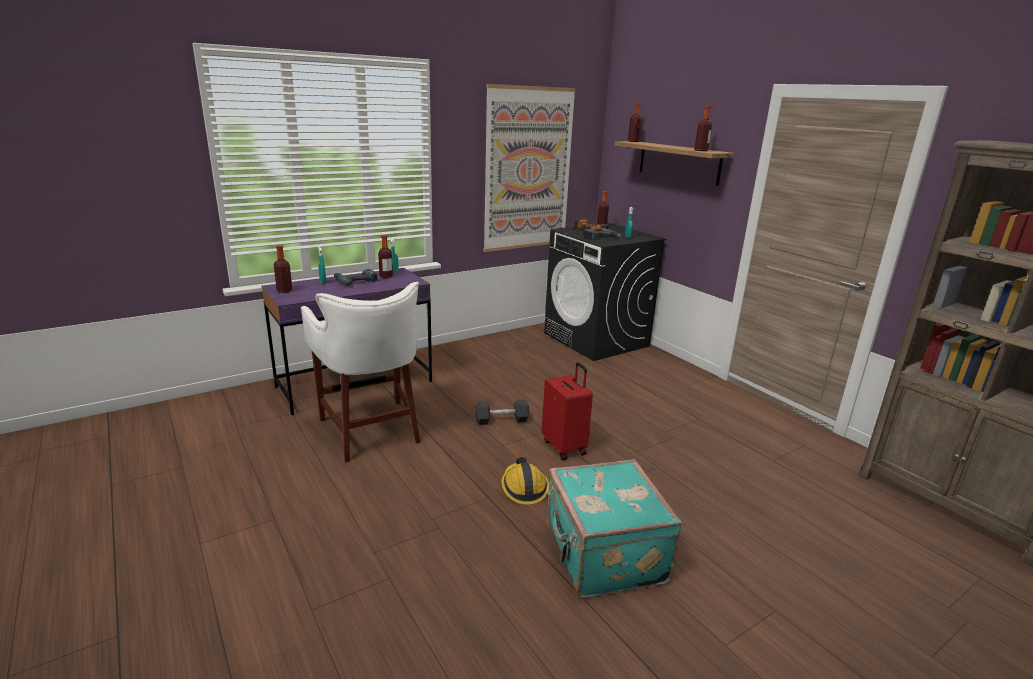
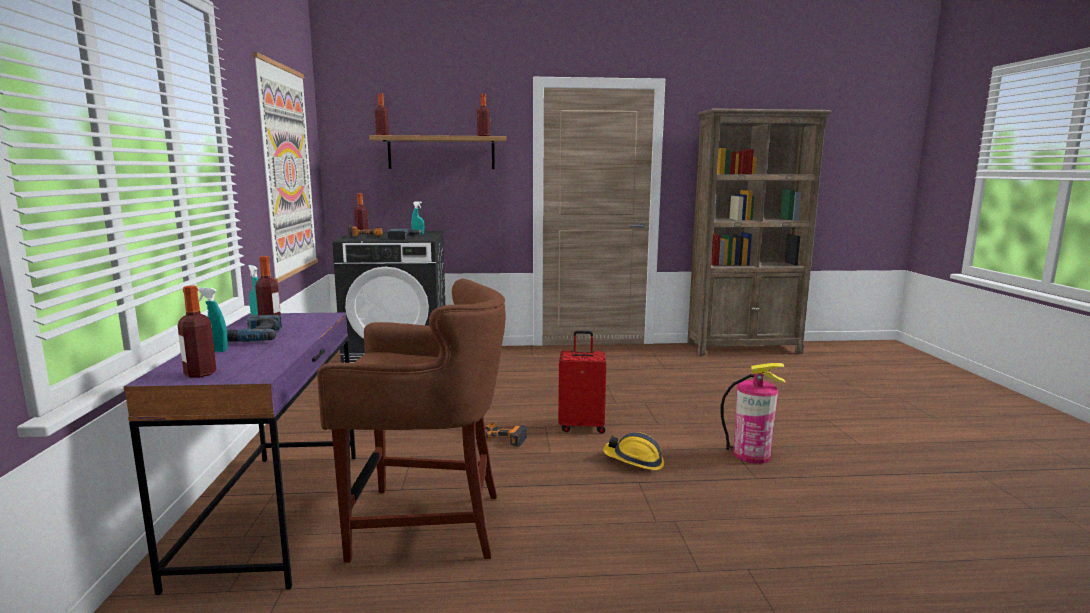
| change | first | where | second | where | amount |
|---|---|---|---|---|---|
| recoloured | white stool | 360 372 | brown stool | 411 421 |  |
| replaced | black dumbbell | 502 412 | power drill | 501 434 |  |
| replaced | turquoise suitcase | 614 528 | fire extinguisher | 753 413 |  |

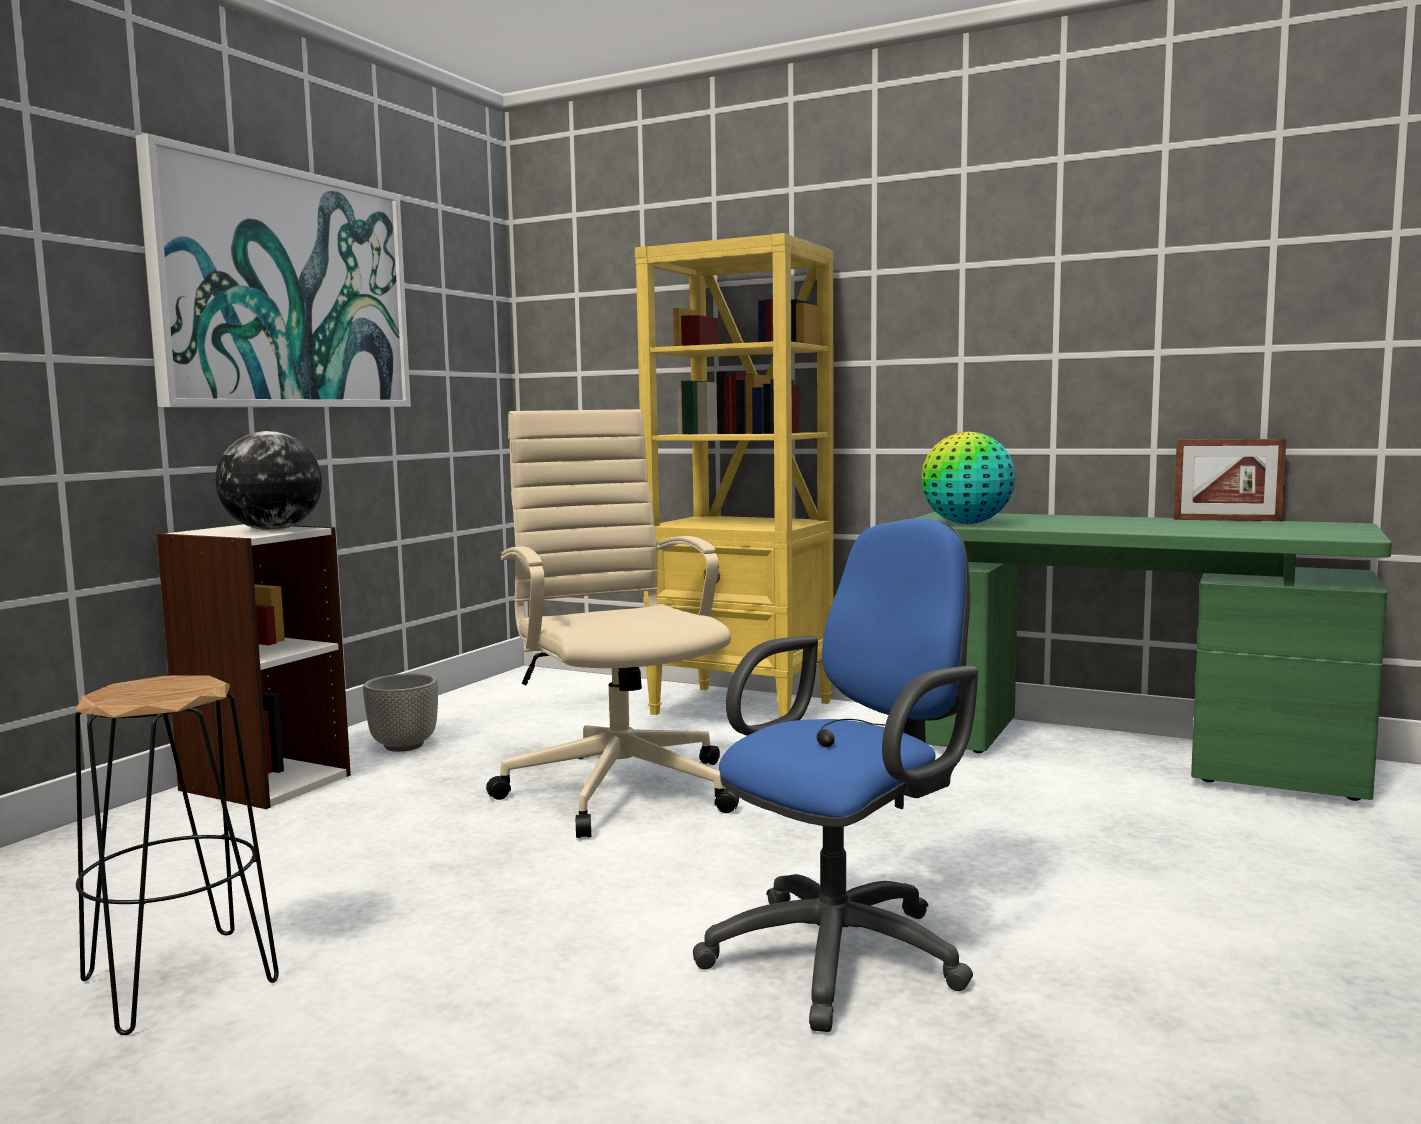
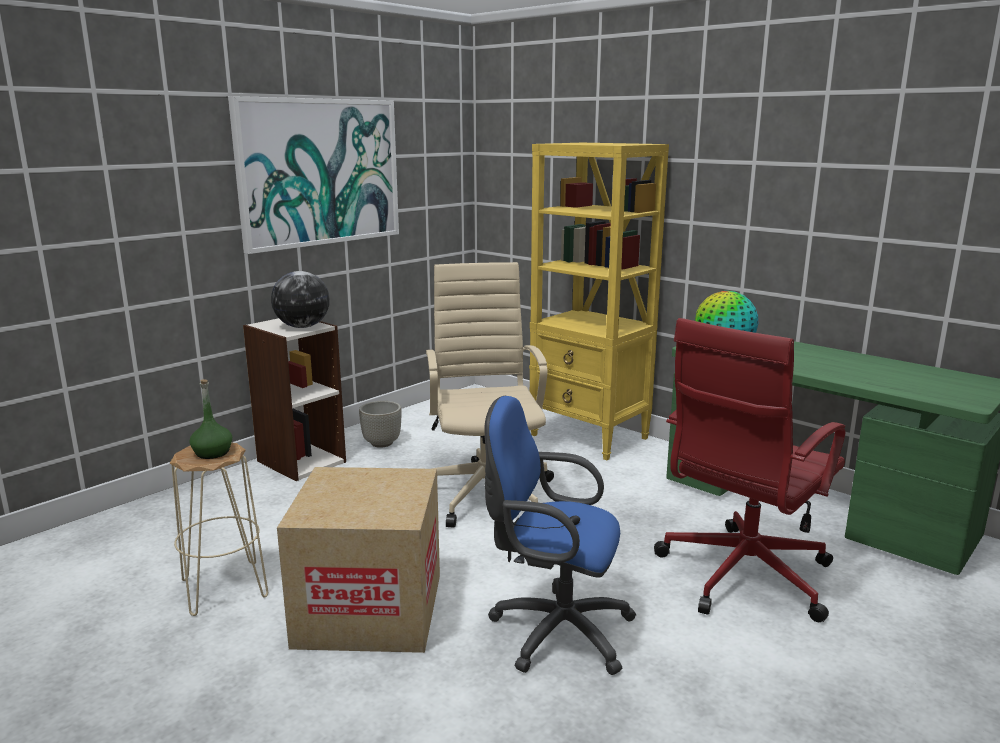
| change | first | where | second | where | amount |
|---|---|---|---|---|---|
| removed | picture frame | 1229 480 |  |  |  |
| turned | blue office chair | 835 775 |  | 560 535 | 135 degrees counterclockwise |
| recoloured | black stool | 177 855 | beige stool | 219 529 |  |
| added |  |  | red office chair | 750 470 |  |
| added |  |  | green bottle | 210 419 |  |
| added |  |  | cardboard box | 358 560 |  |

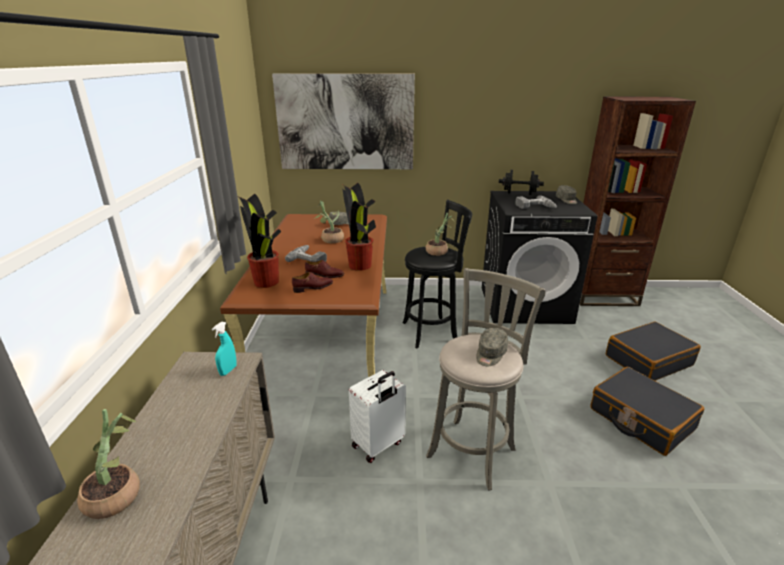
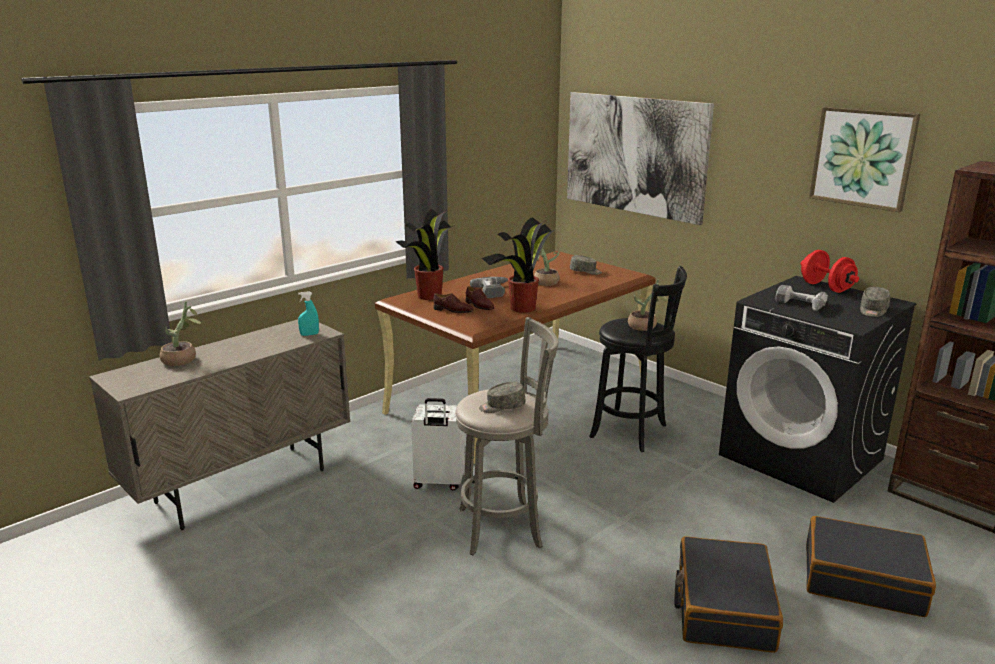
| change | first | where | second | where | amount |
|---|---|---|---|---|---|
| recoloured | black dumbbell | 521 182 | red dumbbell | 830 271 |  |
| added |  |  | picture | 864 159 |  |

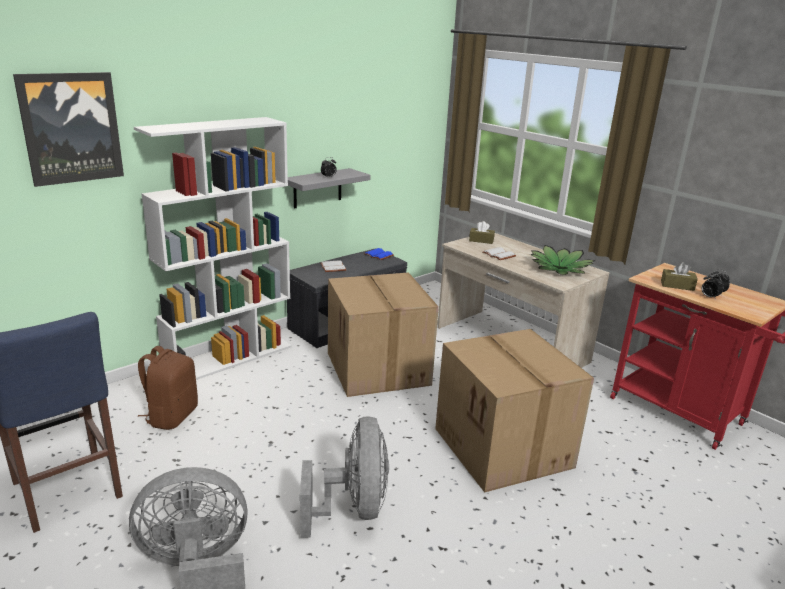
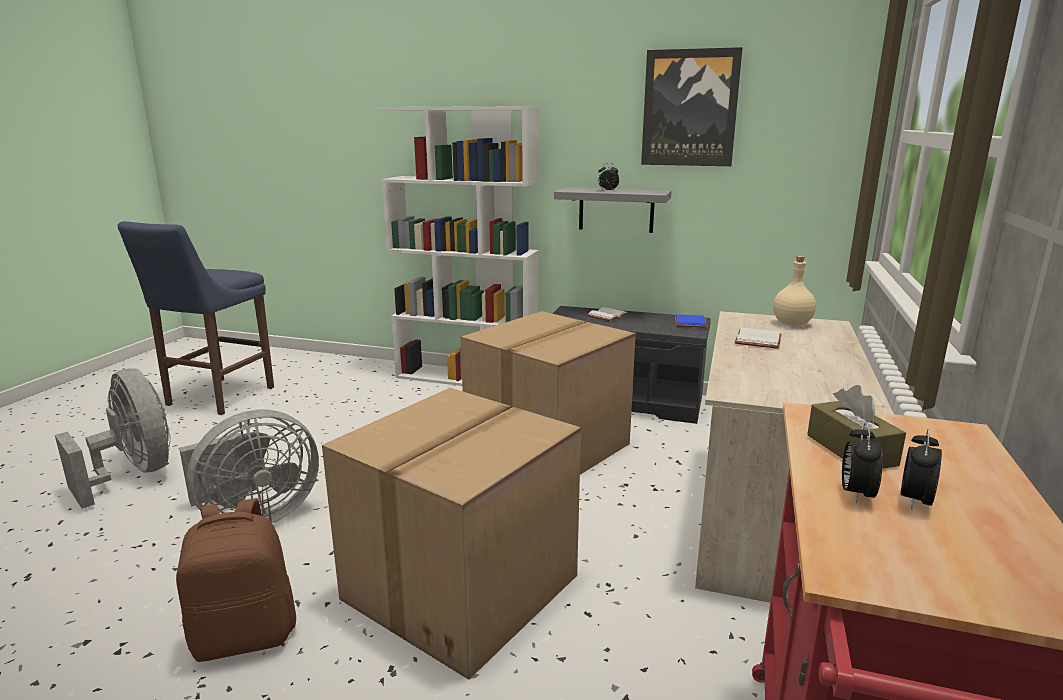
| change | first | where | second | where | amount |
|---|---|---|---|---|---|
| moved | picture | 68 129 |  | 692 106 |  |
| replaced | brown tissue box | 482 232 | beige bottle | 794 291 |  |
| removed | potted plant | 563 260 |  |  |  |
| moved | brown backpack | 168 388 |  | 236 580 |  |

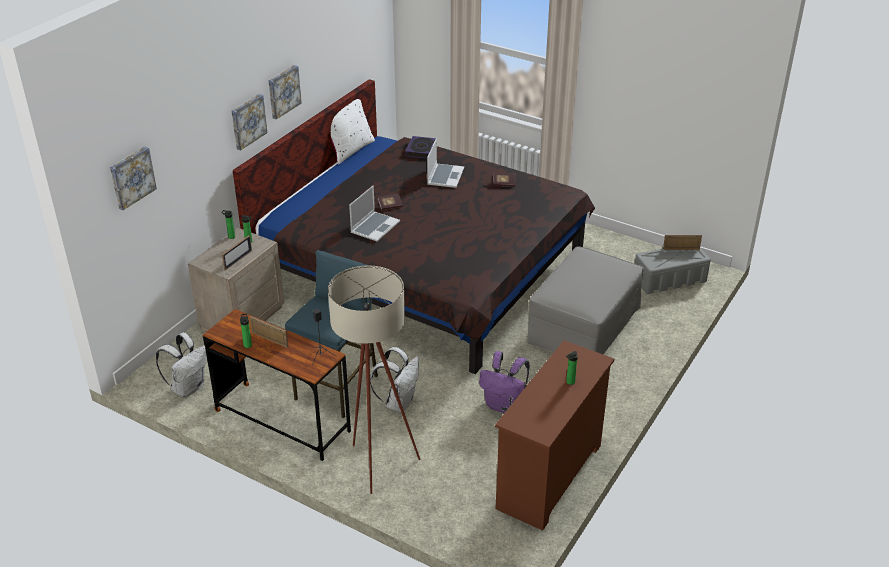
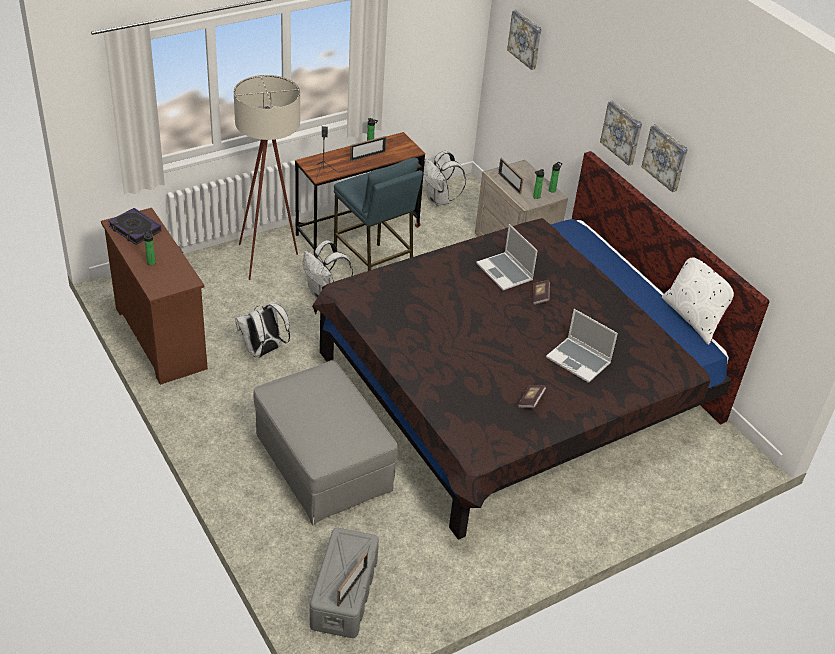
| change | first | where | second | where | amount |
|---|---|---|---|---|---|
| moved | book | 420 147 |  | 135 226 |  |
| recoloured | purple backpack | 504 382 | white backpack | 262 329 |  |

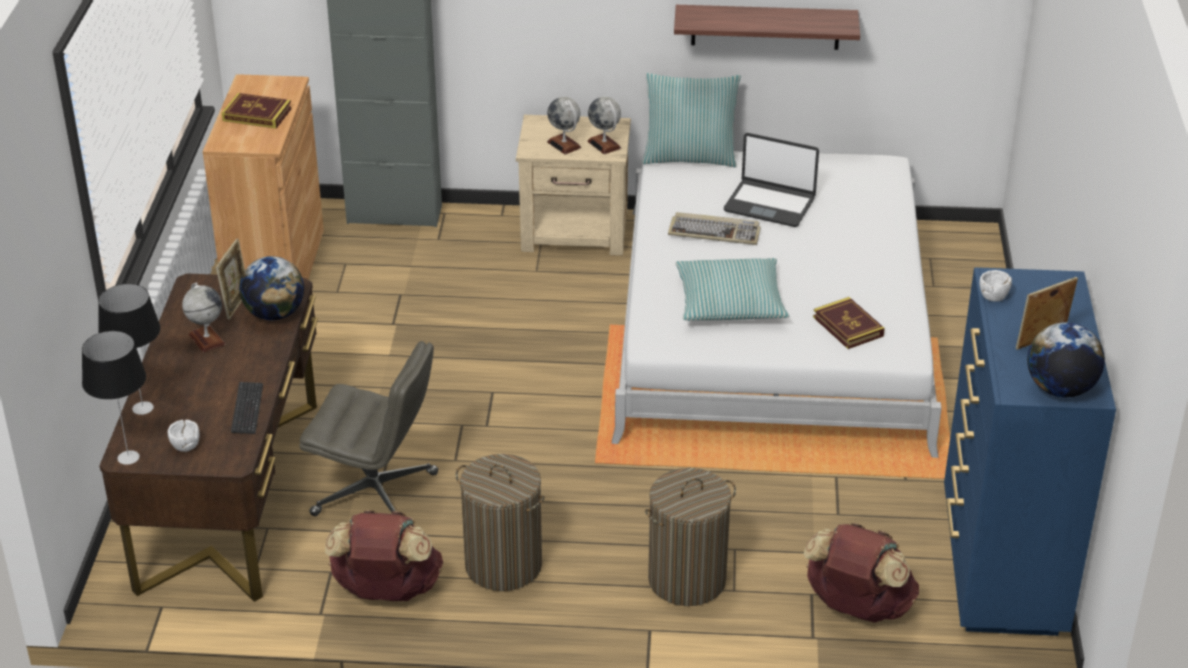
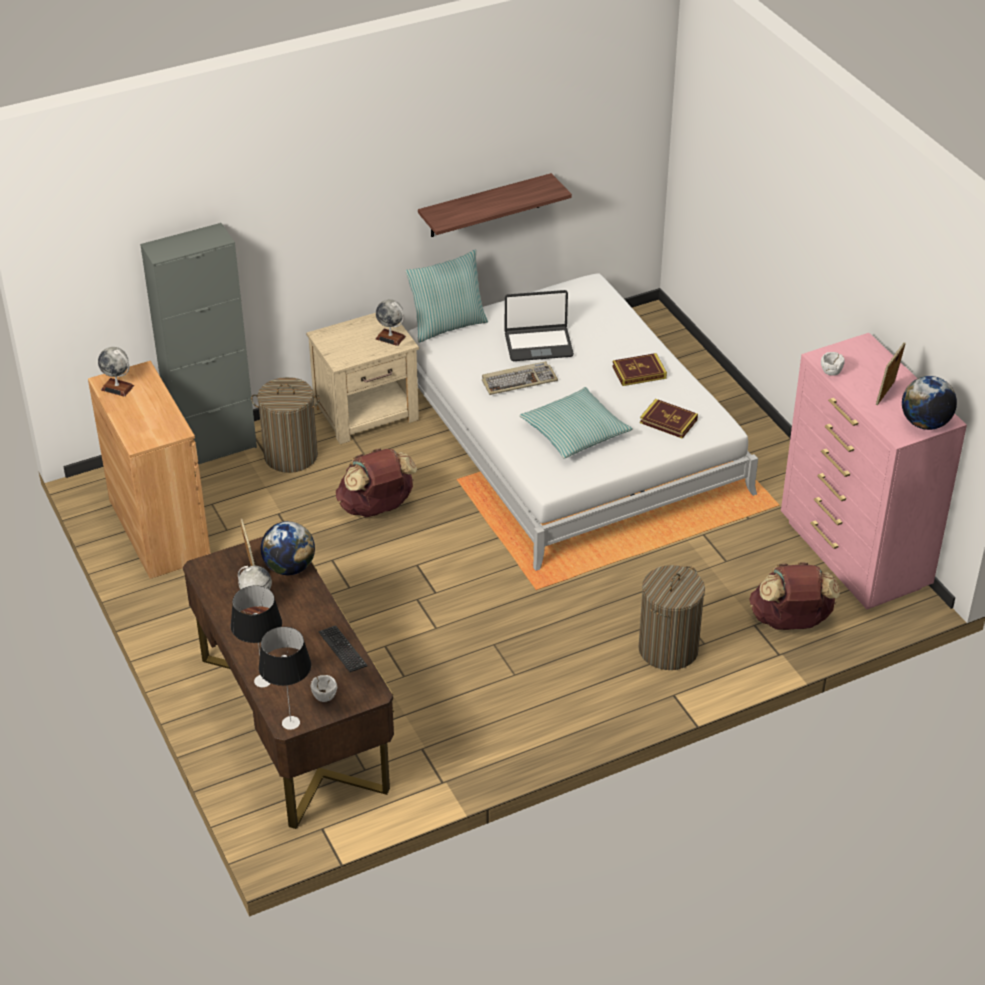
| change | first | where | second | where | amount |
|---|---|---|---|---|---|
| moved | book | 256 111 |  | 639 369 |  |
| moved | globe | 564 126 |  | 116 372 |  |
| recoloured | blue dresser | 1030 451 | pink dresser | 874 471 |  |
| removed | grey office chair | 369 428 |  |  |  |
| moved | laundry basket | 500 522 |  | 285 425 |  |
| moved | brown backpack | 384 555 |  | 376 482 |  |

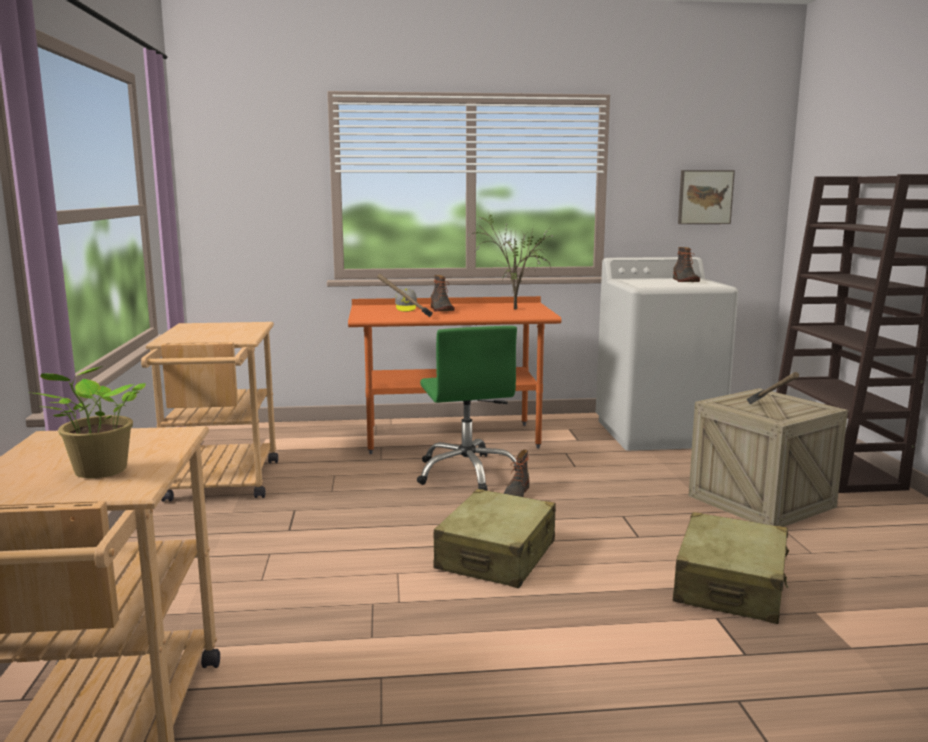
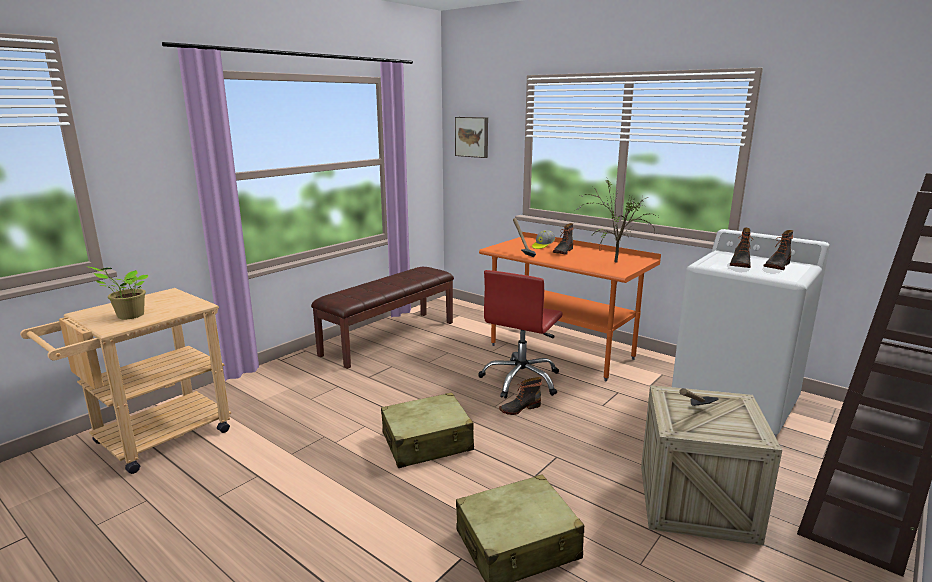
| change | first | where | second | where | amount |
|---|---|---|---|---|---|
| moved | picture | 706 197 |  | 471 137 |  |
| replaced | beige cart | 209 412 | brown bench | 382 318 |  |
| recoloured | green office chair | 467 408 | red office chair | 520 334 |  |
| added |  |  | boot | 741 248 |  |

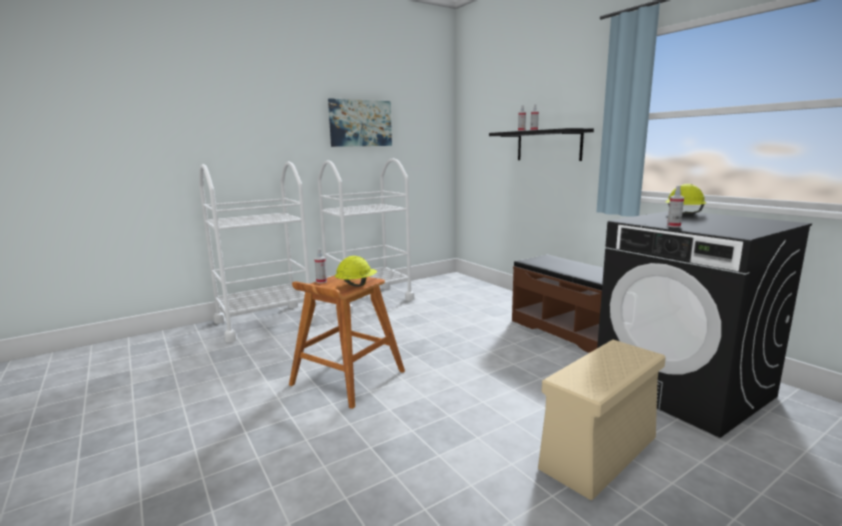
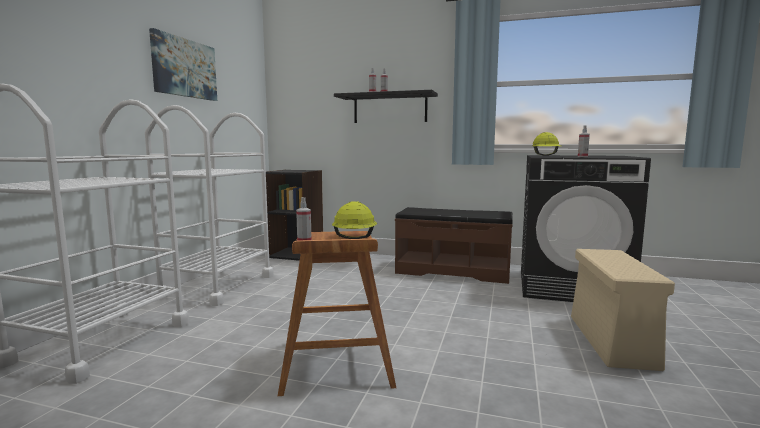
| change | first | where | second | where | amount |
|---|---|---|---|---|---|
| added |  |  | black bookcase | 294 215 |  |

